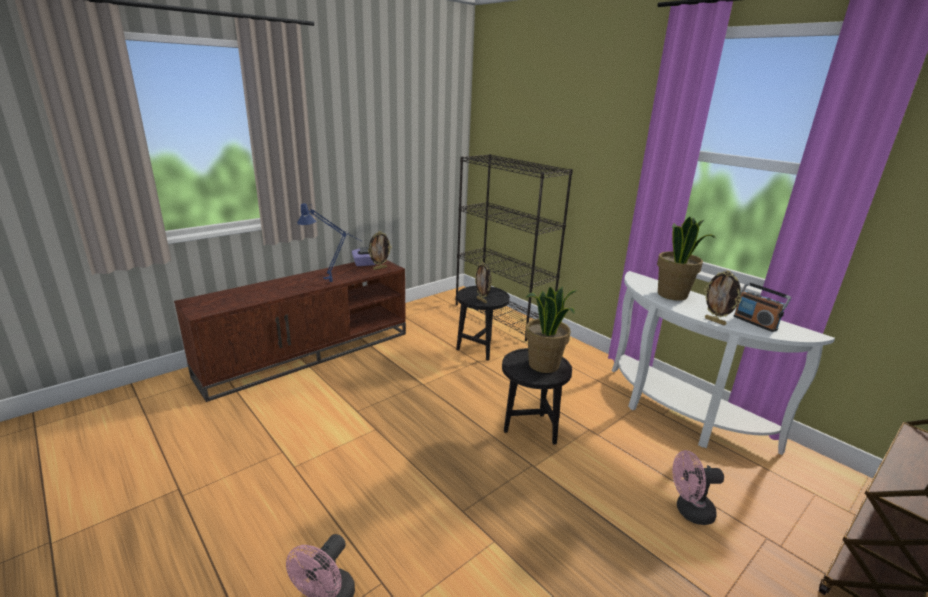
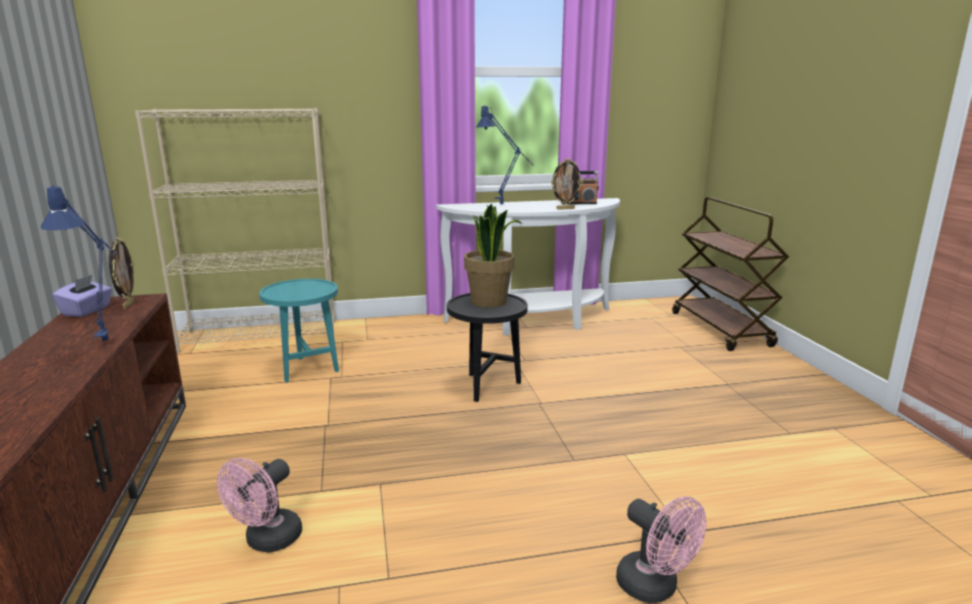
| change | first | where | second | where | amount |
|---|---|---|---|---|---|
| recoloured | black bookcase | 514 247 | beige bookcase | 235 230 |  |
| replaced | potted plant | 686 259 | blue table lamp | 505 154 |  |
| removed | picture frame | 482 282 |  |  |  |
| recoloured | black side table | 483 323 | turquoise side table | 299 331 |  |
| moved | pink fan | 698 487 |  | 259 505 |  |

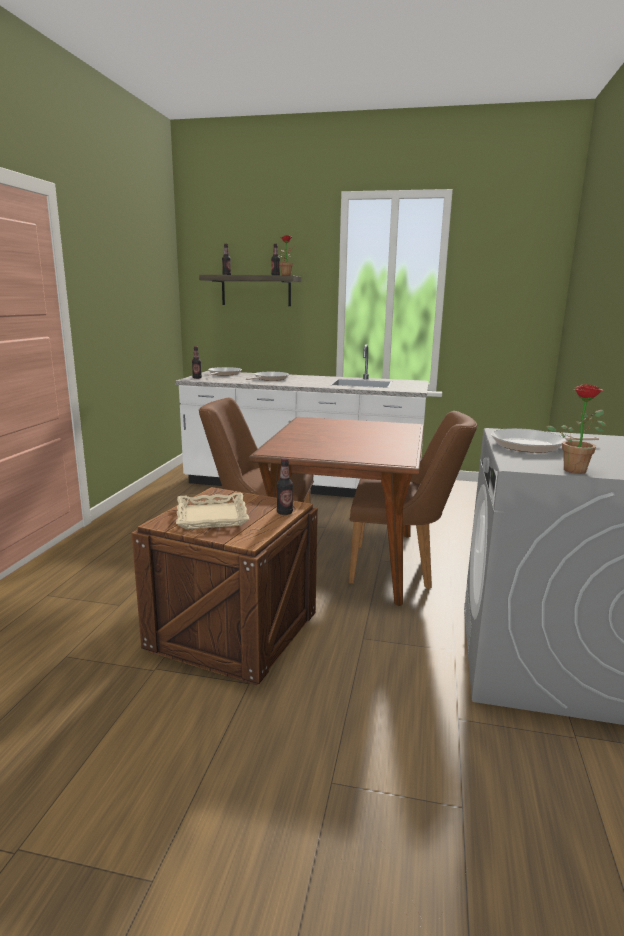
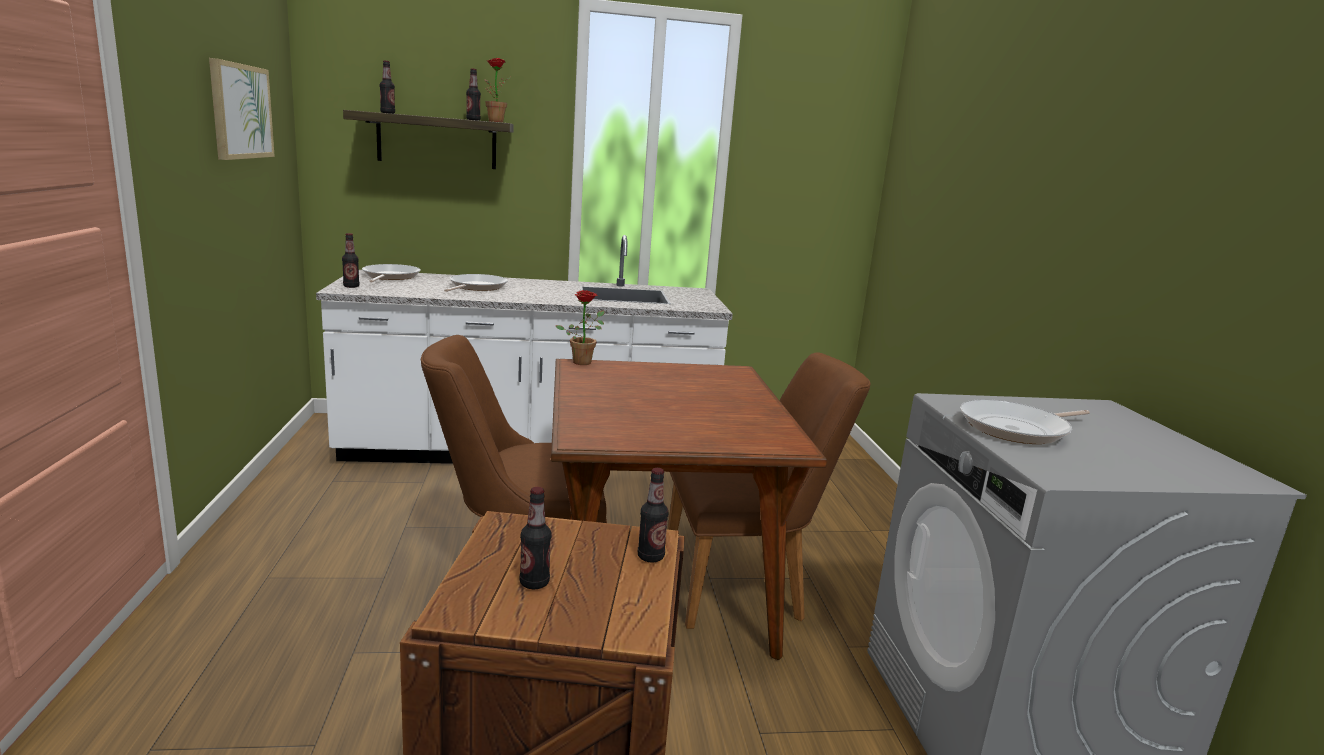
| change | first | where | second | where | amount |
|---|---|---|---|---|---|
| moved | potted plant | 576 429 |  | 580 327 |  |
| replaced | beige tray | 212 511 | bottle | 535 538 |  |
| added |  |  | picture | 242 109 |  |

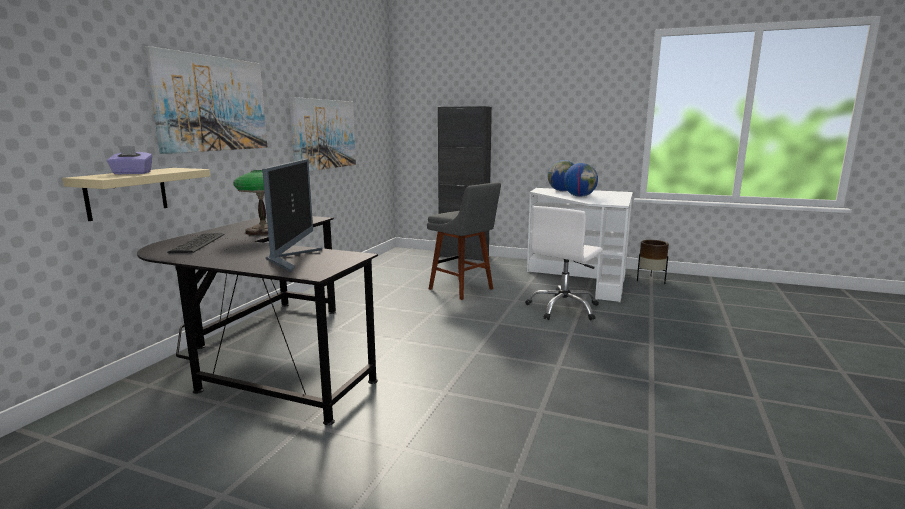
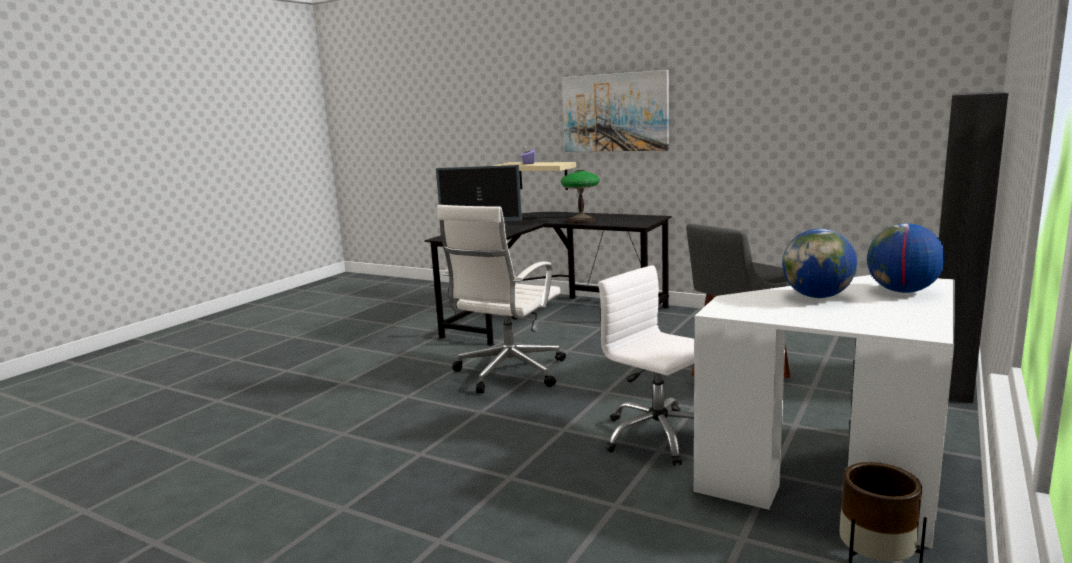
| change | first | where | second | where | amount |
|---|---|---|---|---|---|
| removed | picture | 322 134 |  |  |  |
| added |  |  | white office chair | 501 299 |  |

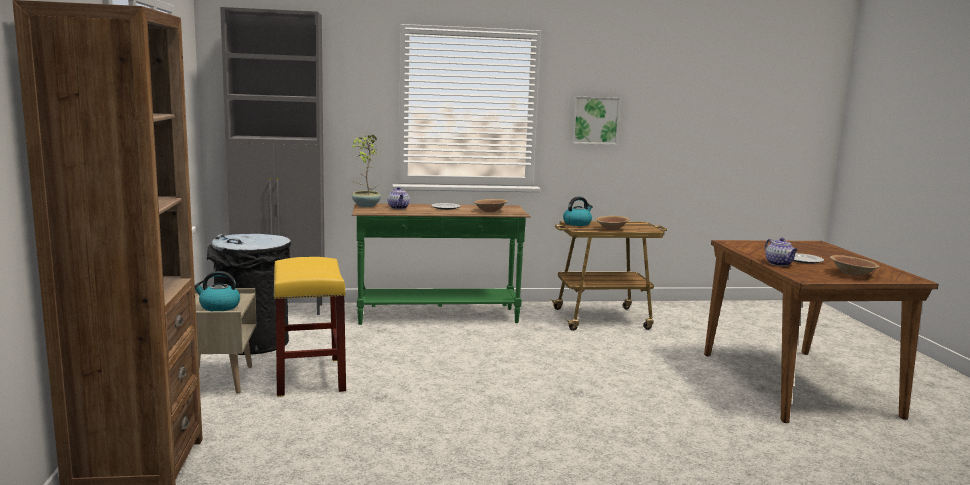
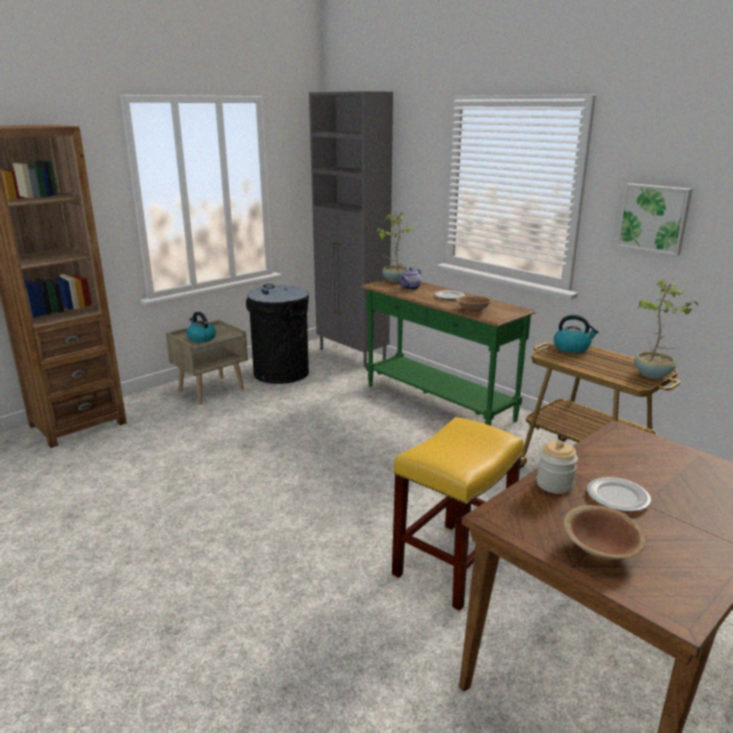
| change | first | where | second | where | amount |
|---|---|---|---|---|---|
| removed | brown bowl | 613 222 |  |  |  |
| replaced | teapot | 781 251 | jar | 557 467 |  |
| moved | yellow stool | 310 327 |  | 458 514 |  |
| added |  |  | potted plant | 666 329 |  |

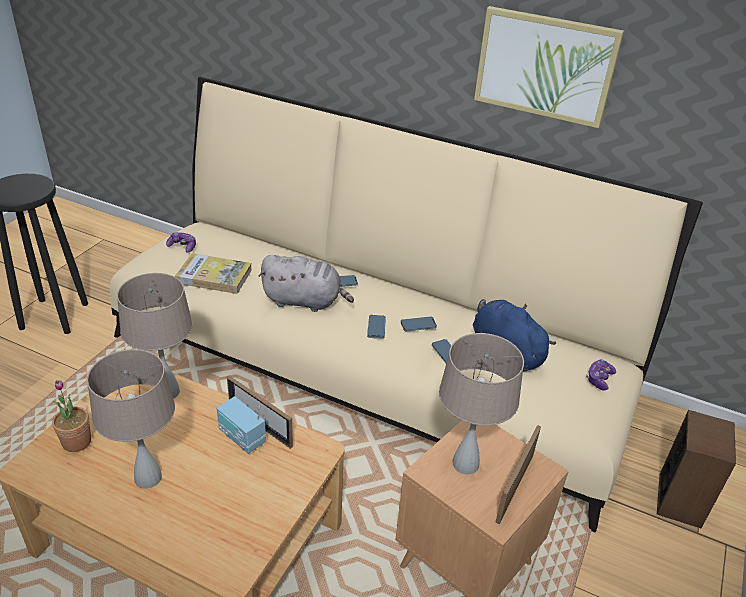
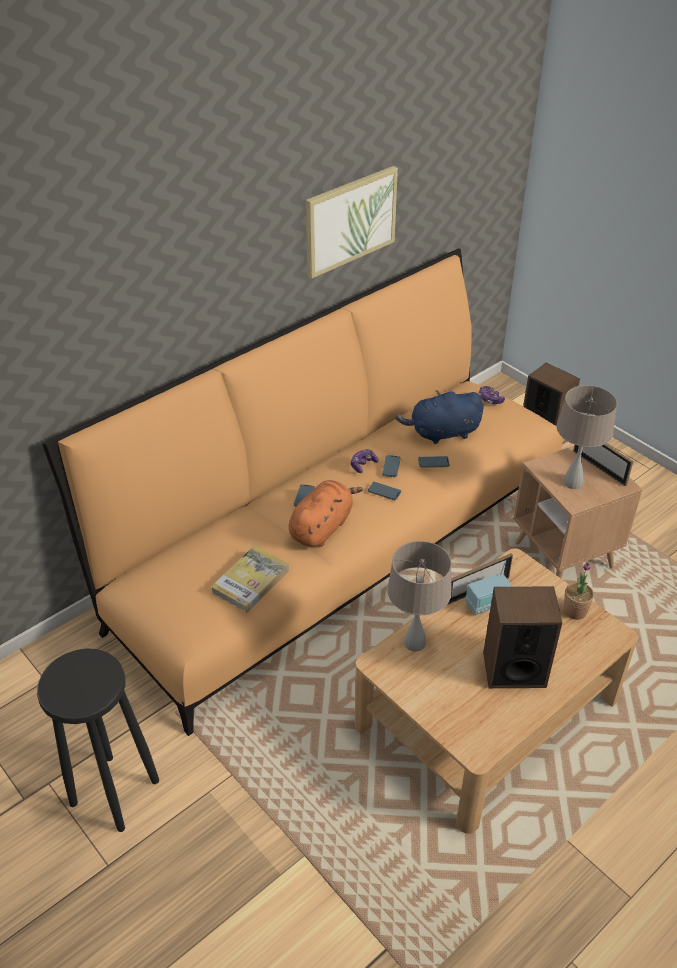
| change | first | where | second | where | amount |
|---|---|---|---|---|---|
| recoloured | beige sofa | 406 304 | orange sofa | 302 492 |  |
| moved | game controller | 181 242 |  | 365 461 |  |
| recoloured | grey plush toy | 306 283 | orange plush toy | 326 513 |  |
| replaced | beige table lamp | 131 419 | speaker | 522 637 |  |
| moved | potted plant | 71 416 |  | 579 591 |  |

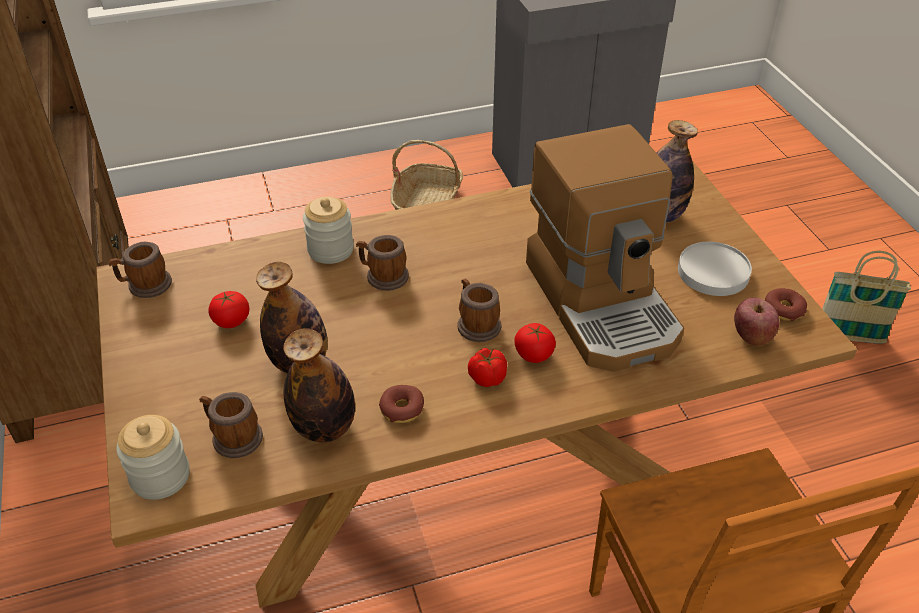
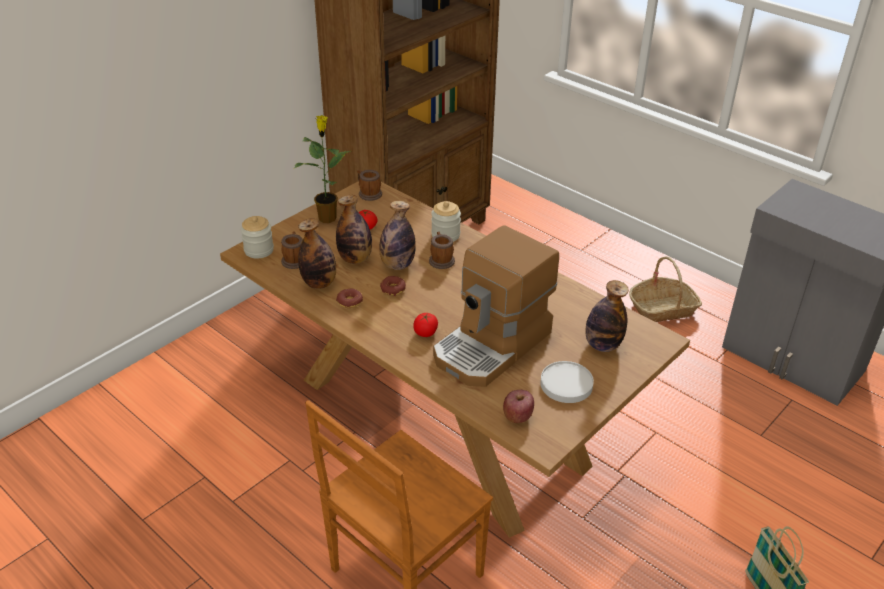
| change | first | where | second | where | amount |
|---|---|---|---|---|---|
| removed | mug | 479 310 |  |  |  |
| moved | donut | 786 304 |  | 393 286 |  |
| removed | tomato | 487 367 |  |  |  |
| added |  |  | potted plant | 322 169 |  |
| added |  |  | bottle | 397 235 |  |

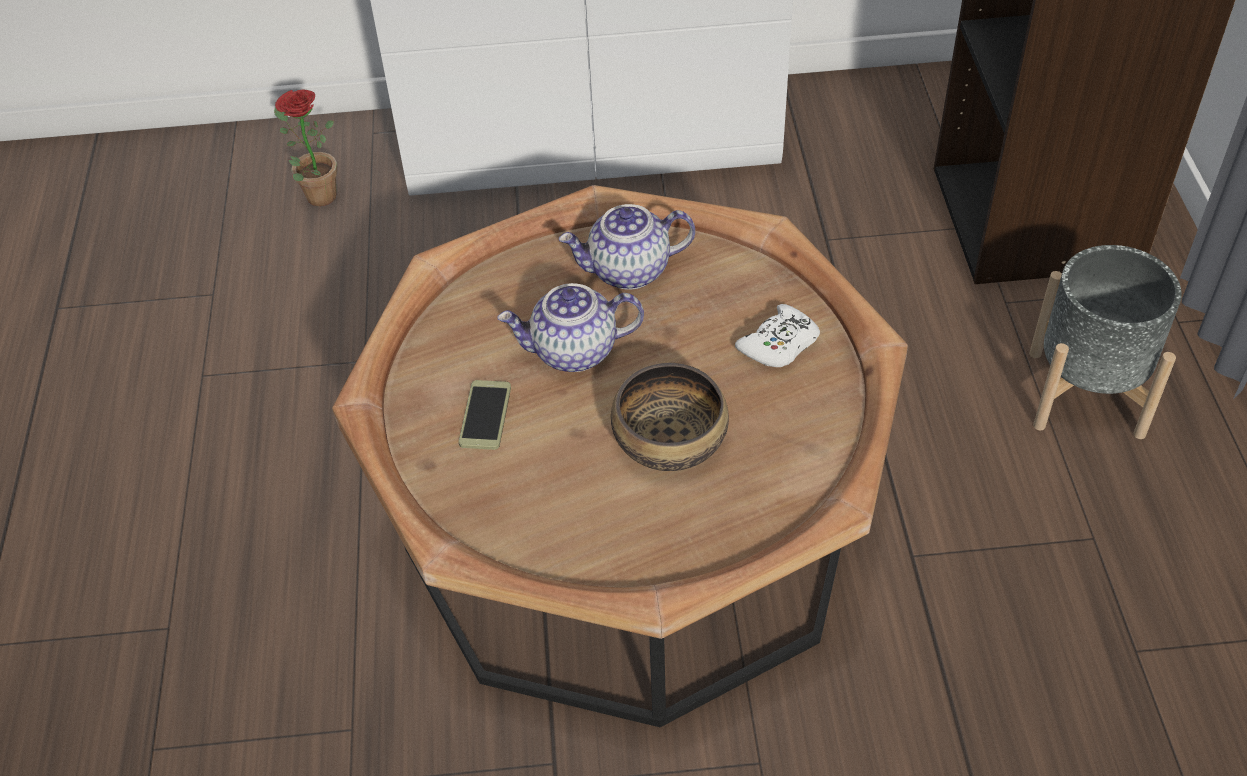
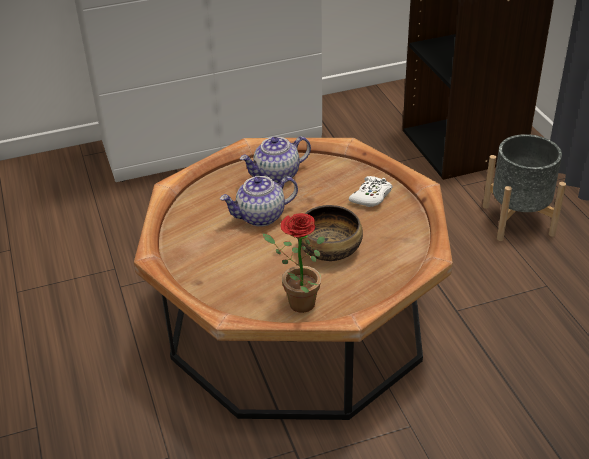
| change | first | where | second | where | amount |
|---|---|---|---|---|---|
| moved | potted plant | 305 147 |  | 293 263 |  |
| removed | phone | 485 415 |  |  |  |

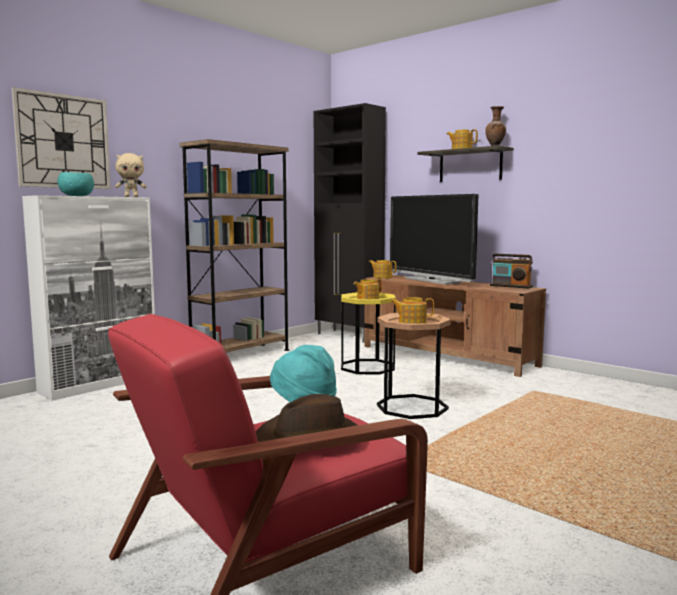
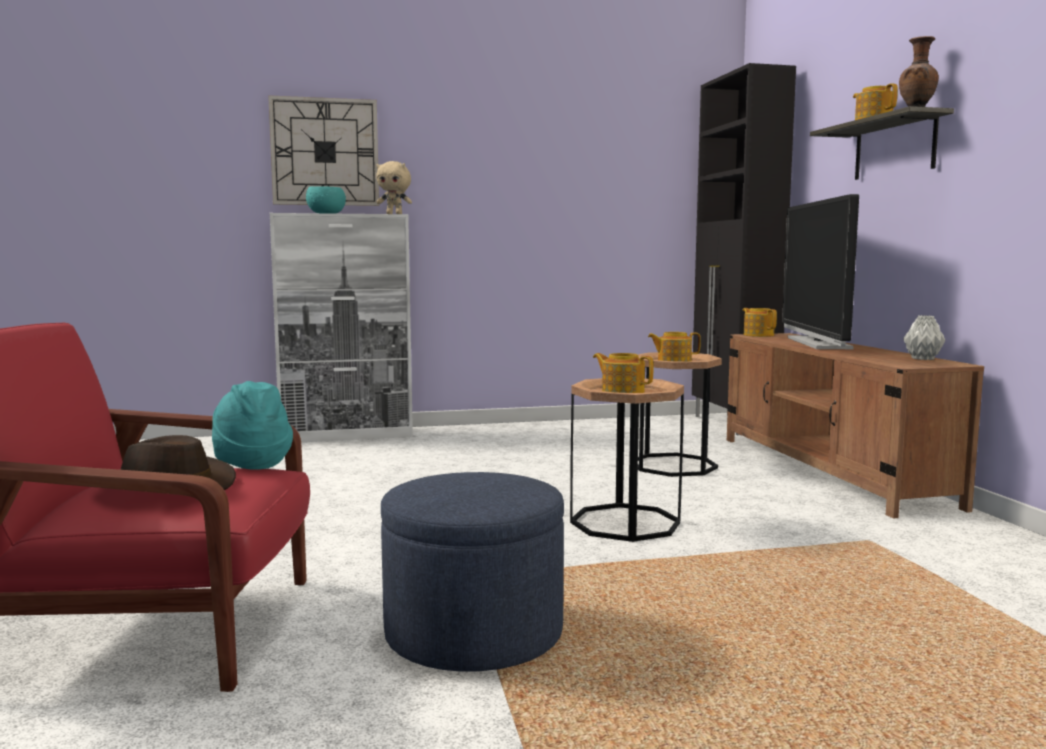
| change | first | where | second | where | amount |
|---|---|---|---|---|---|
| removed | brown bookcase | 234 245 |  |  |  |
| replaced | radio | 511 271 | grey vase | 924 337 |  |
| recoloured | yellow side table | 368 333 | brown side table | 680 414 |  |
| added |  |  | blue ottoman | 472 572 |  |

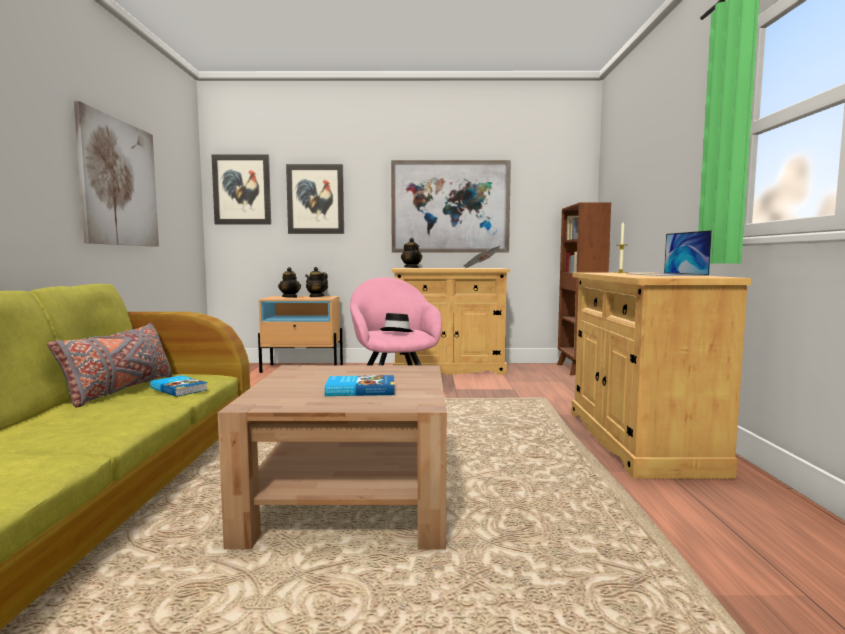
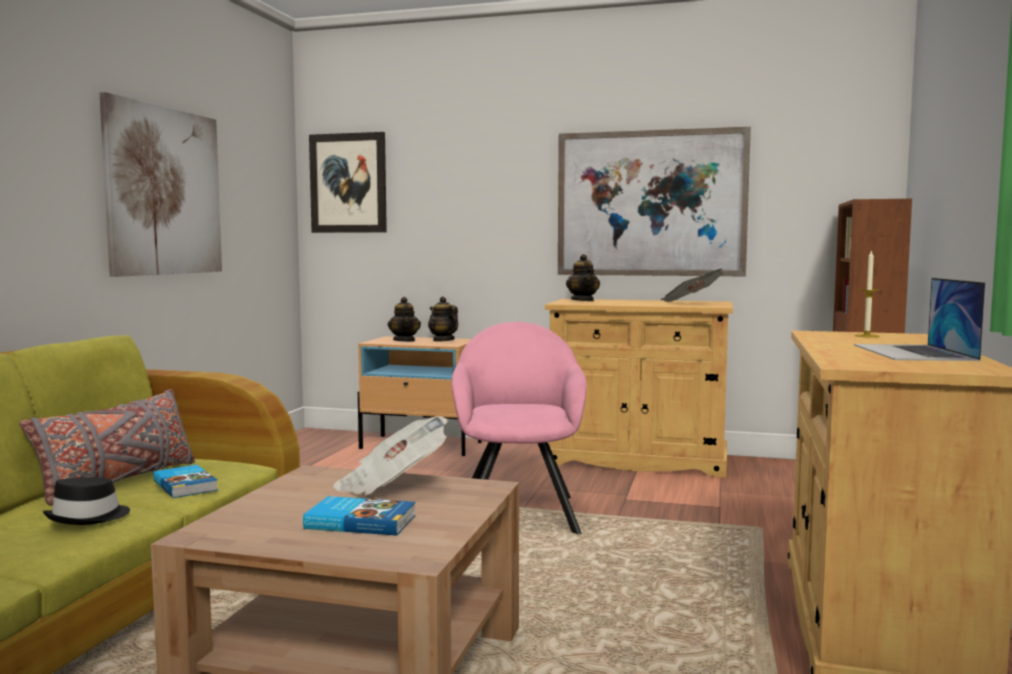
| change | first | where | second | where | amount |
|---|---|---|---|---|---|
| removed | picture | 315 199 |  |  |  |
| moved | black hat | 396 322 |  | 86 501 |  |
| added |  |  | newspaper | 391 455 |  |

